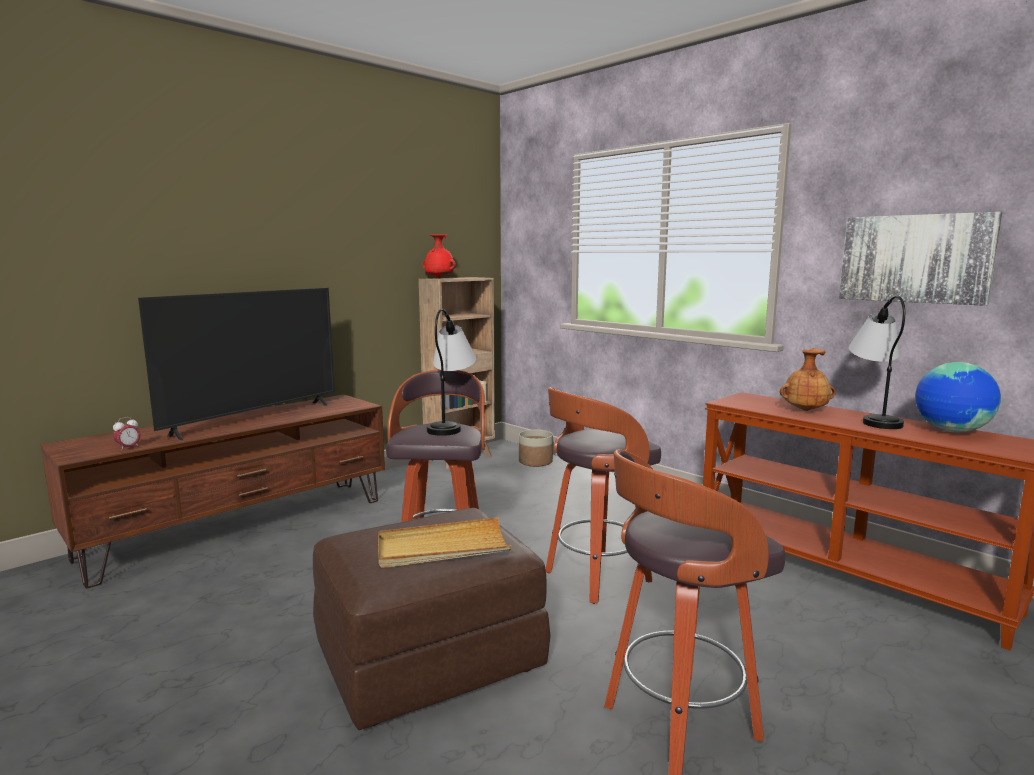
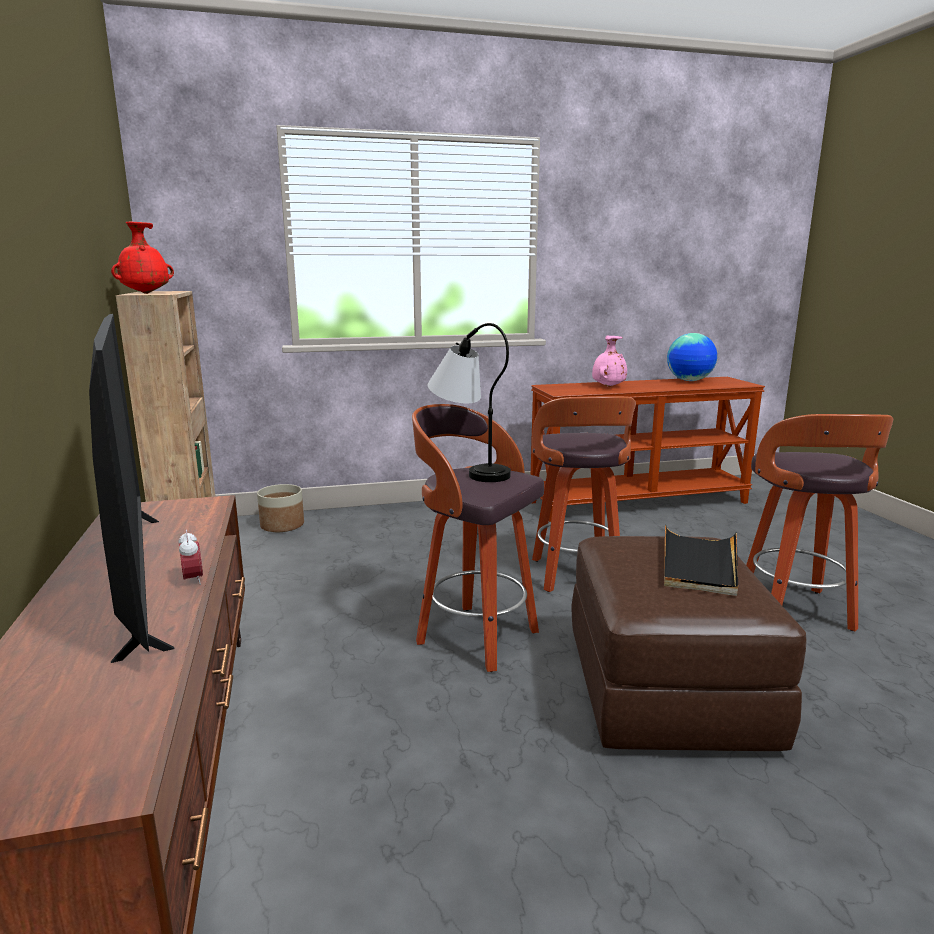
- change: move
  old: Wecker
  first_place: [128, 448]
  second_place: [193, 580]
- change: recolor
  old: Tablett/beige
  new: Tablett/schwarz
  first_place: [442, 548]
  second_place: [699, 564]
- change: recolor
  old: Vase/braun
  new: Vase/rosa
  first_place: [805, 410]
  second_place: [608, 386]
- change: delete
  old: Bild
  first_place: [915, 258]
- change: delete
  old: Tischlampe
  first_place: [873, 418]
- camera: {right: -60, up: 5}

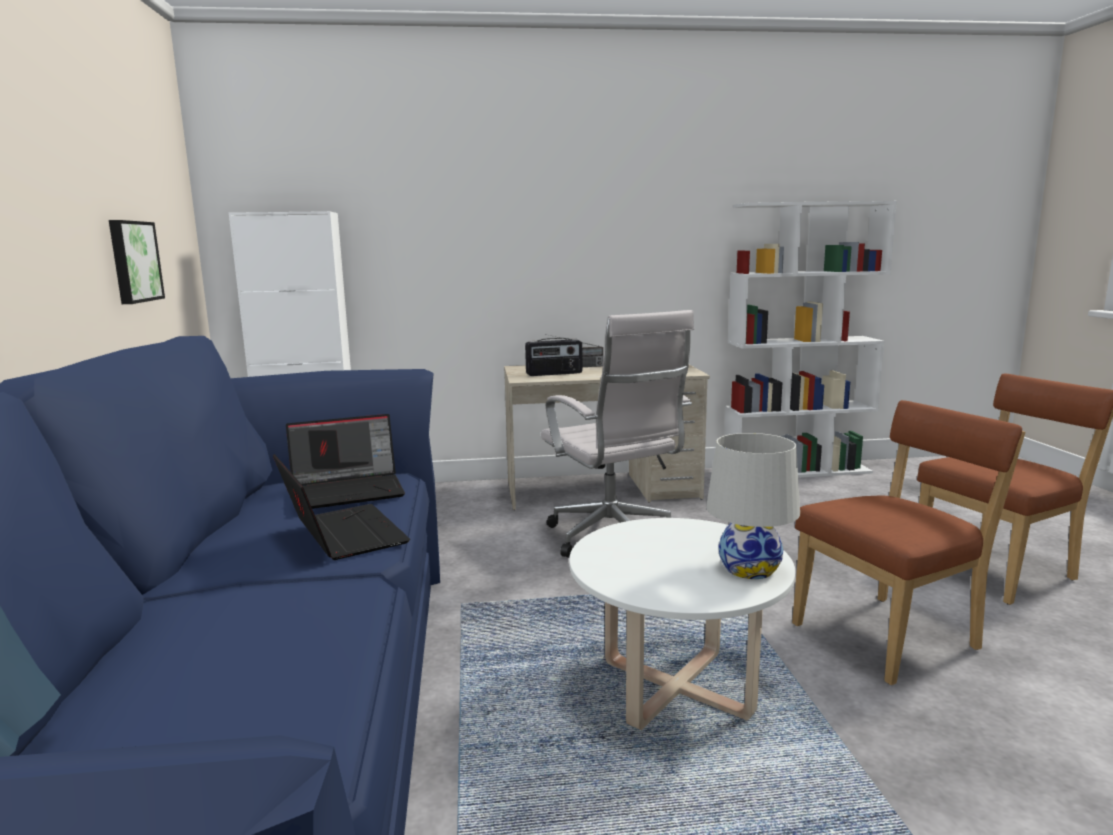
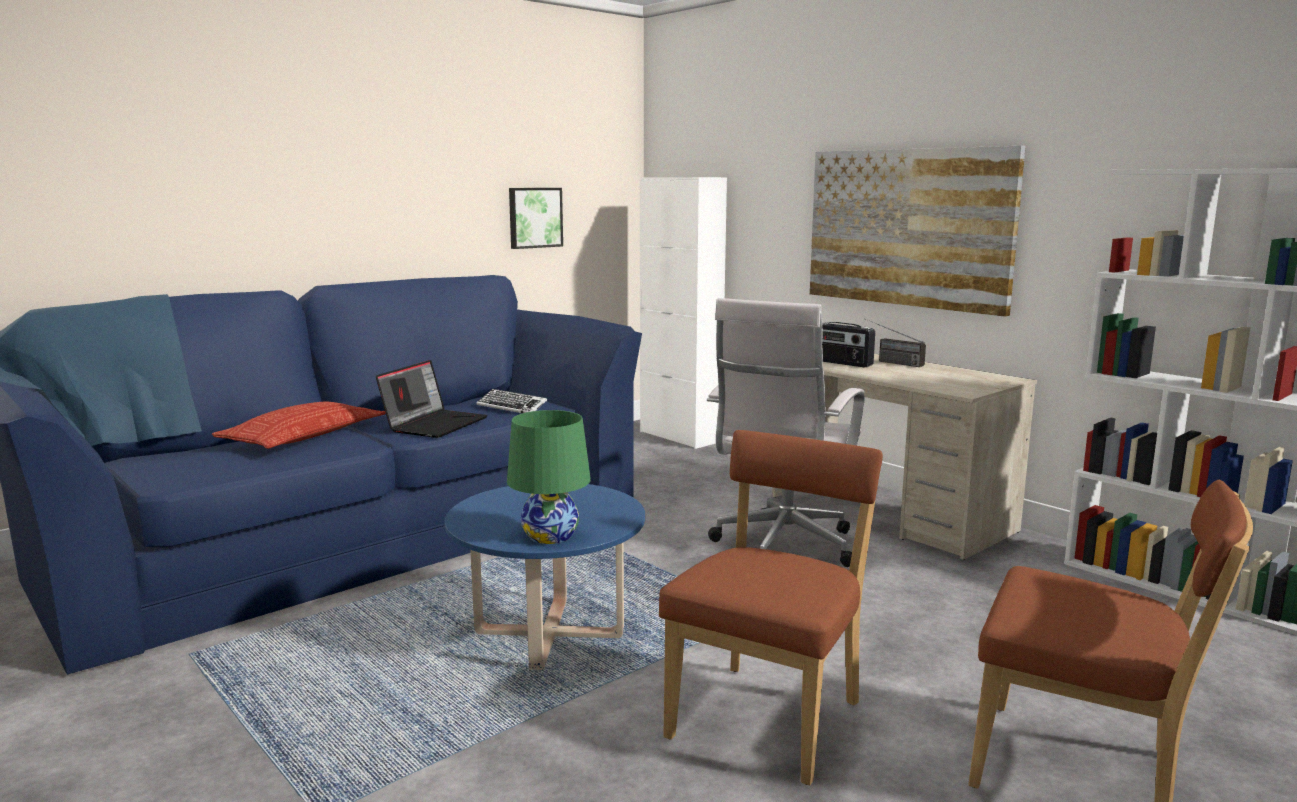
- change: replace
  old: Laptop
  new: Tastatur
  first_place: [349, 491]
  second_place: [512, 407]
- change: recolor
  old: Couchtisch/weiß
  new: Couchtisch/blau
  first_place: [676, 688]
  second_place: [549, 634]
- change: recolor
  old: Tischlampe/weiß
  new: Tischlampe/grün
  first_place: [749, 569]
  second_place: [550, 535]
- change: rotate
  old: Stuhl/braun
  first_place: [891, 635]
  second_place: [770, 716]
  degrees: -90
- change: insert
  new: Kissen
  second_place: [303, 436]
- change: insert
  new: Bild
  second_place: [908, 228]
- camera: {right: 55, up: 0}

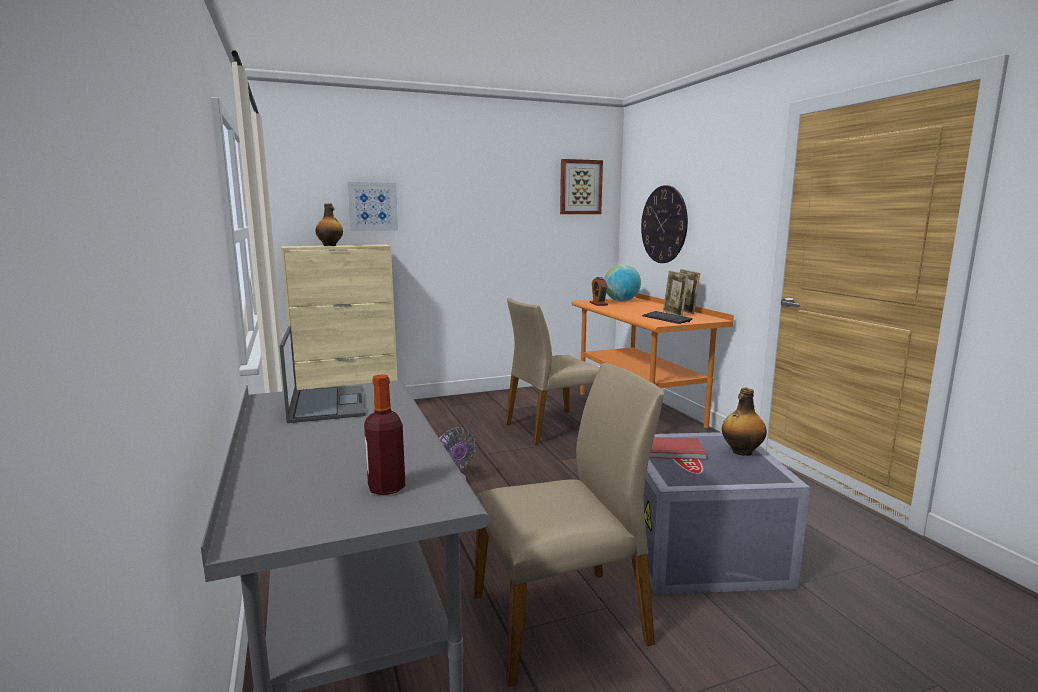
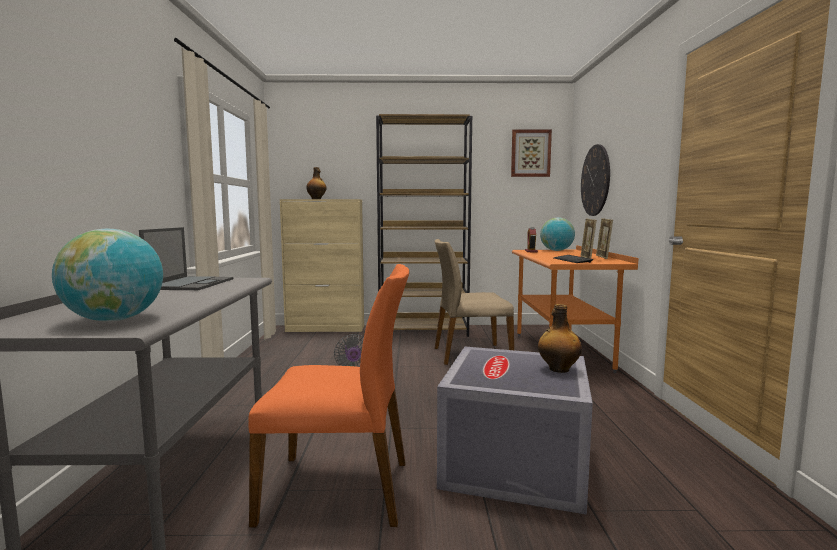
- change: delete
  old: Bild
  first_place: [372, 206]
- change: replace
  old: Flasche
  new: Globus
  first_place: [386, 488]
  second_place: [114, 320]
- change: recolor
  old: Stuhl/beige
  new: Stuhl/orange
  first_place: [562, 619]
  second_place: [339, 490]
- change: delete
  old: Buch/rot
  first_place: [674, 451]
- change: insert
  new: Bücherregal/braun
  second_place: [424, 330]
- camera: {right: 20, up: -5}

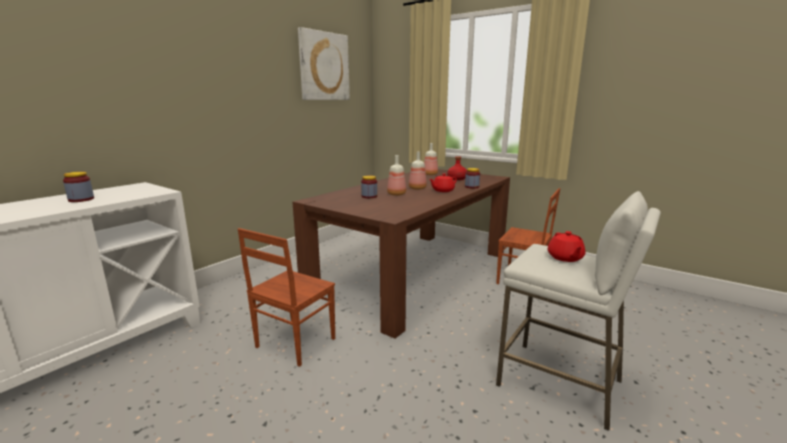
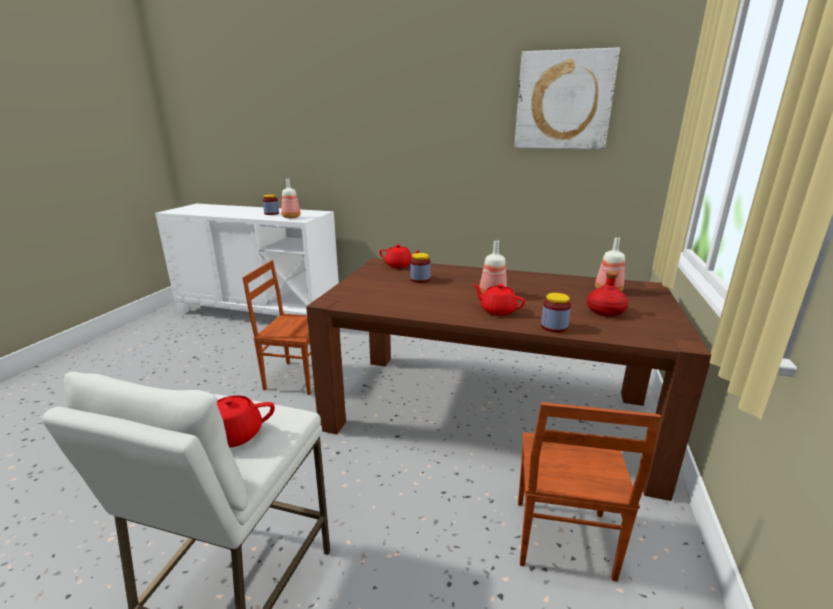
- change: move
  old: Flasche
  first_place: [397, 194]
  second_place: [291, 217]
- change: insert
  new: Teekanne/rot
  second_place: [399, 265]
- camera: {right: 70, up: 5}

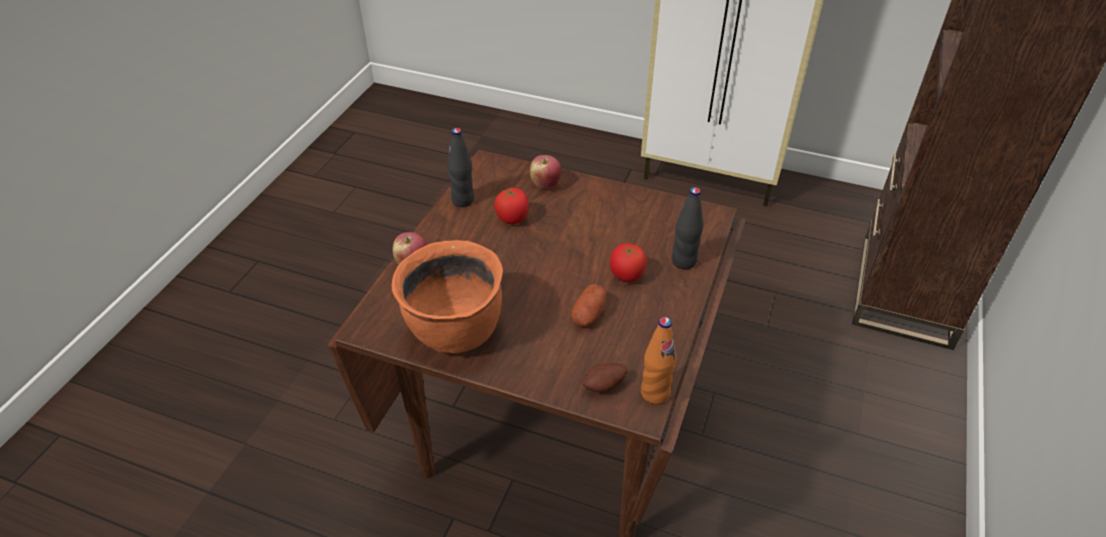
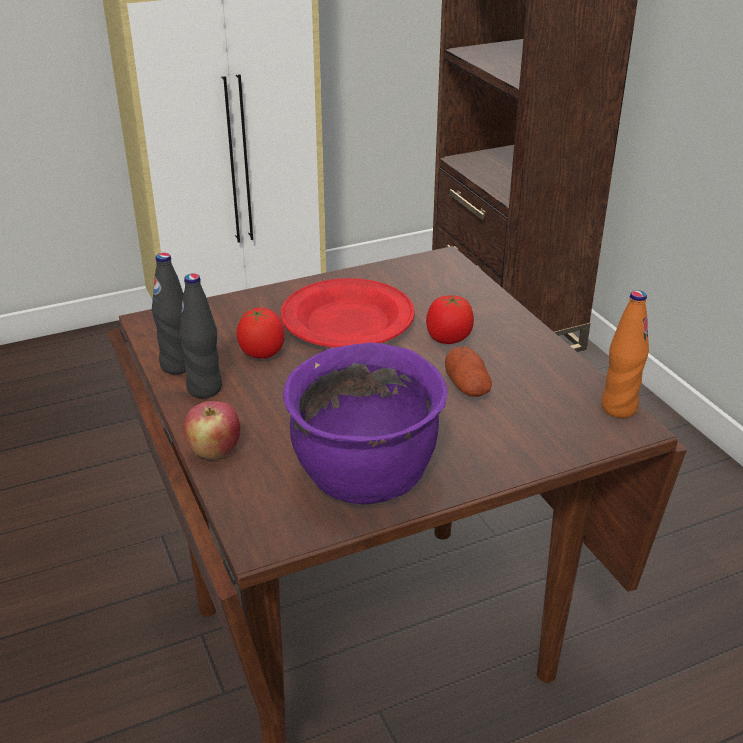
- change: recolor
  old: Kochtopf/orange
  new: Kochtopf/lila
  first_place: [455, 331]
  second_place: [365, 479]
- change: delete
  old: Apfel
  first_place: [545, 184]
- change: delete
  old: Kartoffel
  first_place: [605, 386]
- change: move
  old: Flasche/schwarz
  first_place: [684, 261]
  second_place: [205, 389]
- change: insert
  new: Teller/rot
  second_place: [347, 321]
- camera: {right: -45, up: -10}

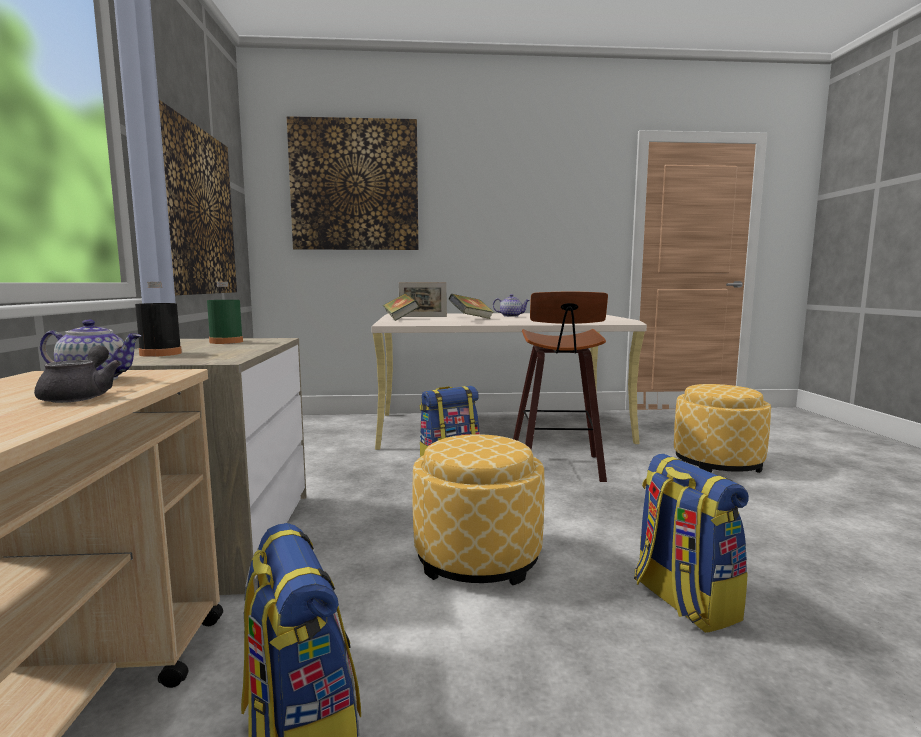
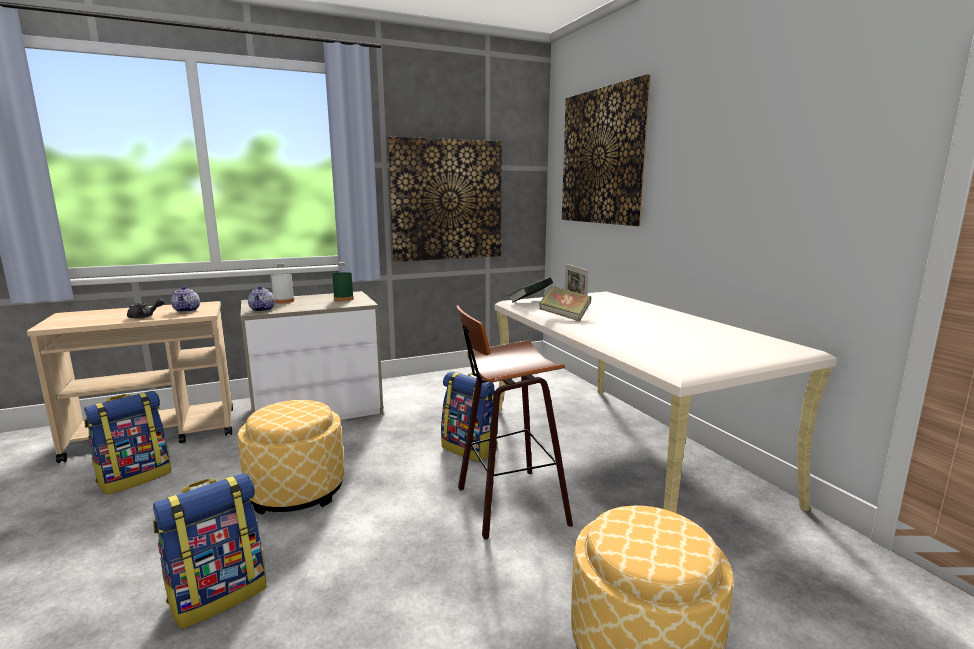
- change: recolor
  old: Flasche/schwarz
  new: Flasche/weiß
  first_place: [160, 354]
  second_place: [284, 301]
- change: move
  old: Teekanne
  first_place: [511, 316]
  second_place: [263, 310]
- camera: {right: 70, up: 5}

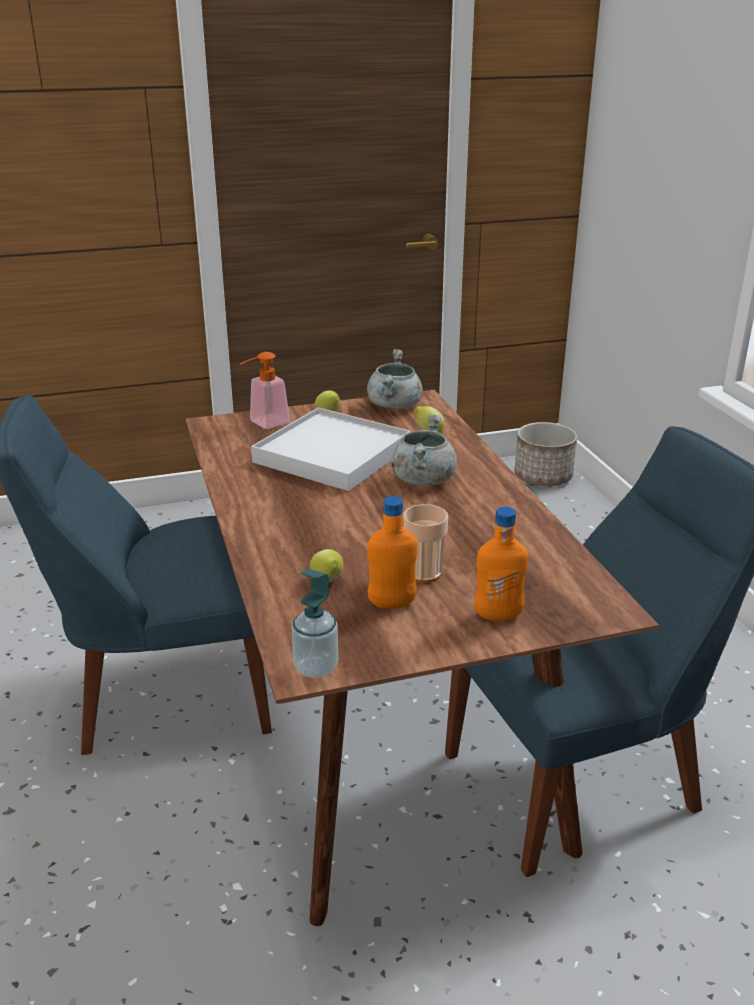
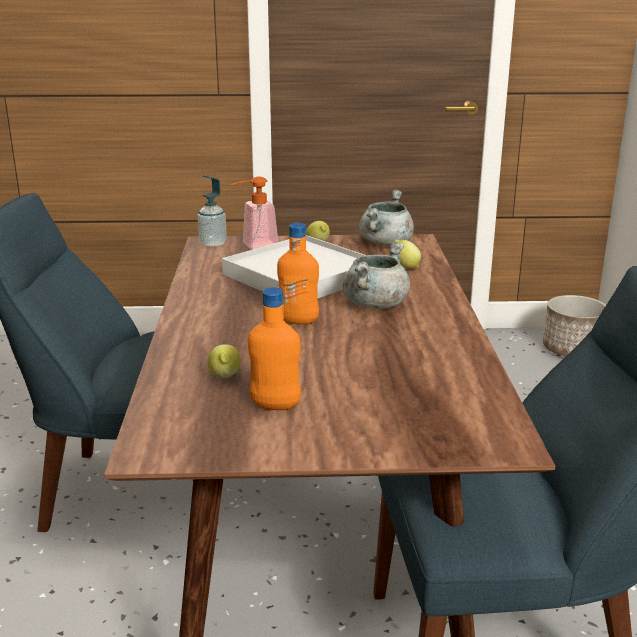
- change: move
  old: Seifenspender
  first_place: [316, 667]
  second_place: [213, 244]
- change: delete
  old: Tasse
  first_place: [424, 573]
- change: move
  old: Flasche/orange
  first_place: [498, 615]
  second_place: [298, 321]
- camera: {right: 15, up: -5}

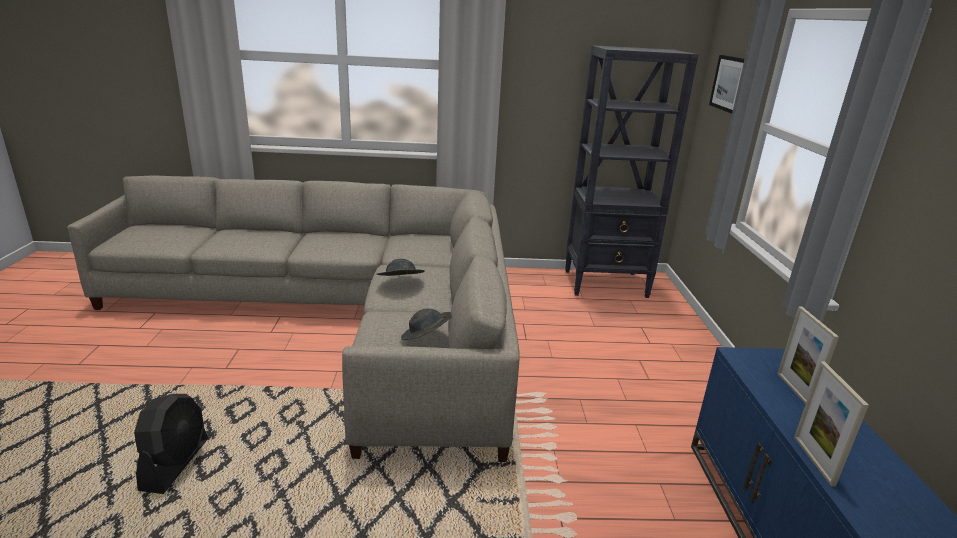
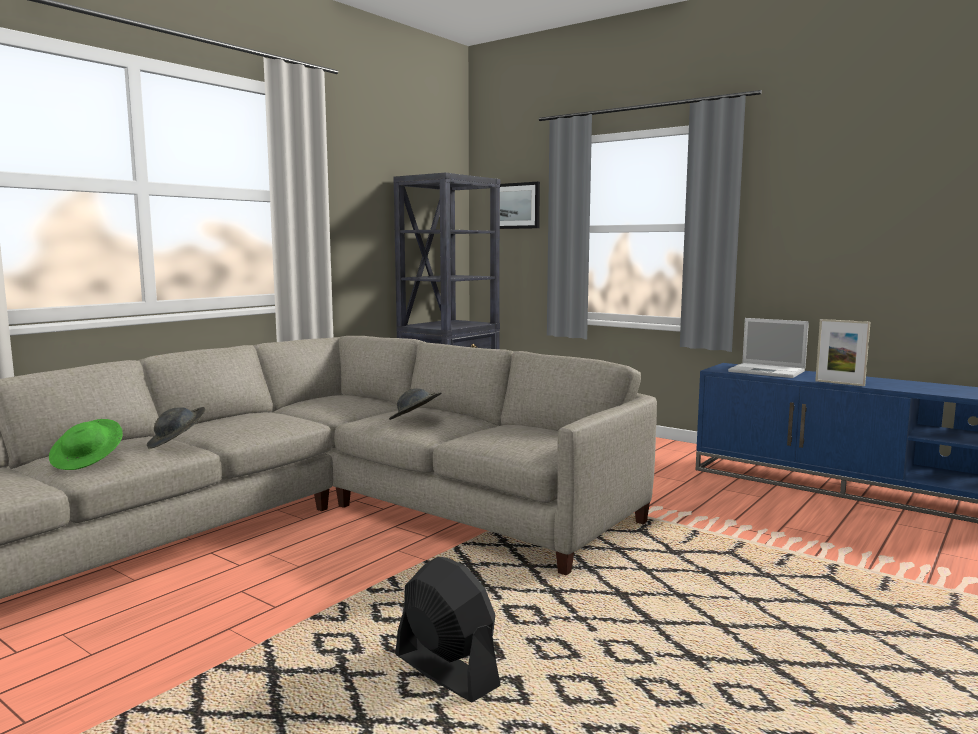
- change: move
  old: Hut/grau
  first_place: [426, 338]
  second_place: [177, 443]
- change: replace
  old: Bilderrahmen
  new: Laptop
  first_place: [794, 390]
  second_place: [768, 371]
- change: insert
  new: Hut/grün
  second_place: [88, 461]
- camera: {right: -50, up: -15}

